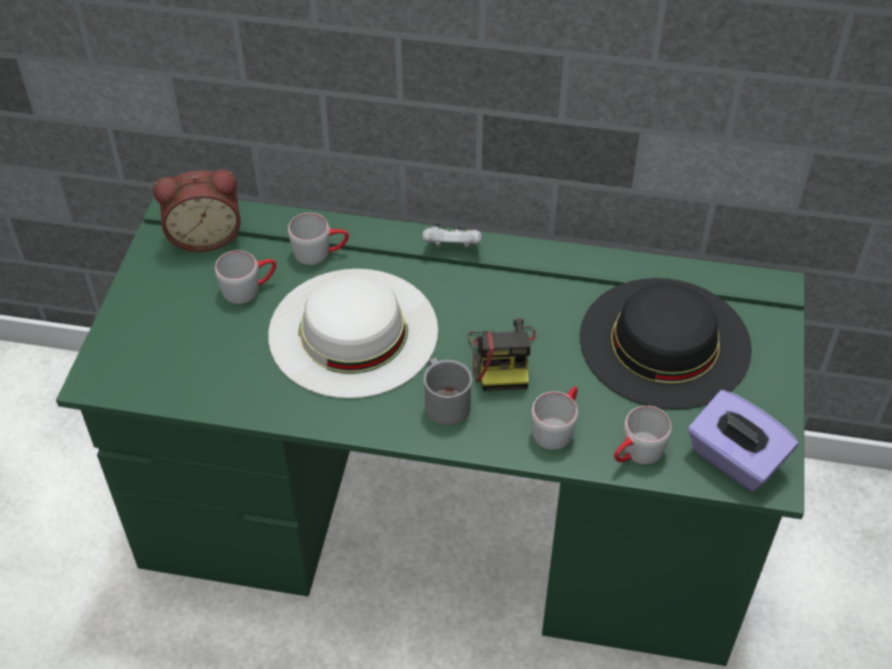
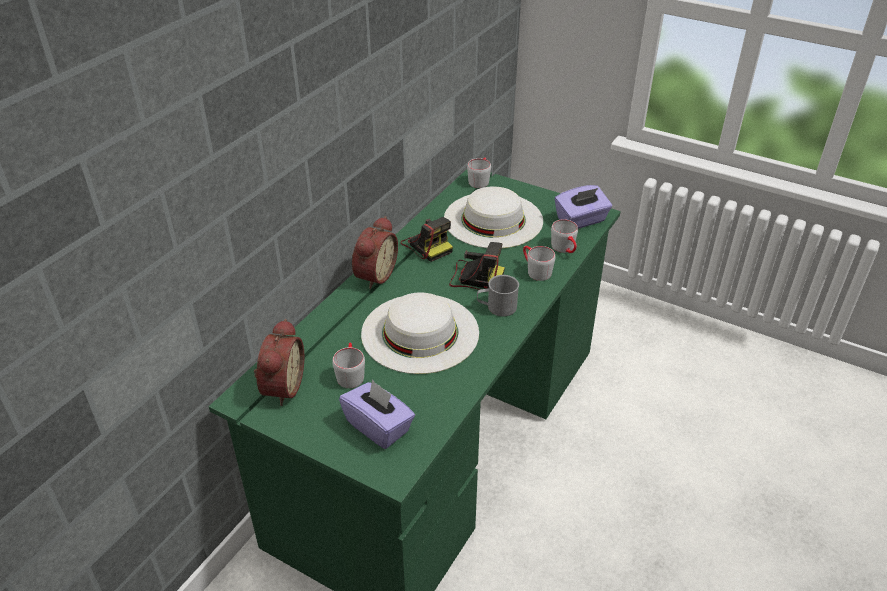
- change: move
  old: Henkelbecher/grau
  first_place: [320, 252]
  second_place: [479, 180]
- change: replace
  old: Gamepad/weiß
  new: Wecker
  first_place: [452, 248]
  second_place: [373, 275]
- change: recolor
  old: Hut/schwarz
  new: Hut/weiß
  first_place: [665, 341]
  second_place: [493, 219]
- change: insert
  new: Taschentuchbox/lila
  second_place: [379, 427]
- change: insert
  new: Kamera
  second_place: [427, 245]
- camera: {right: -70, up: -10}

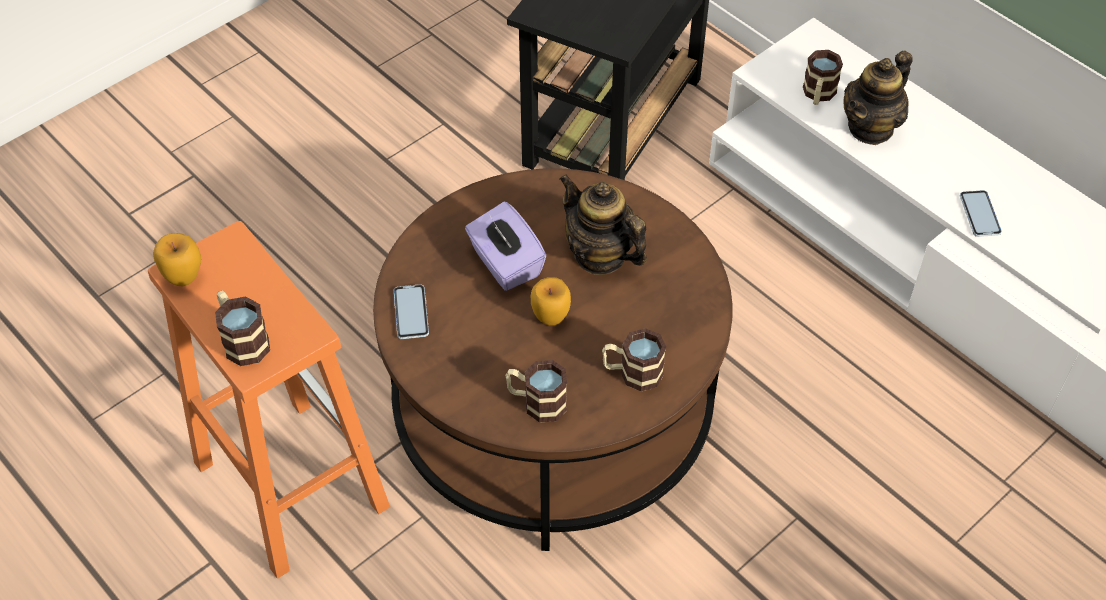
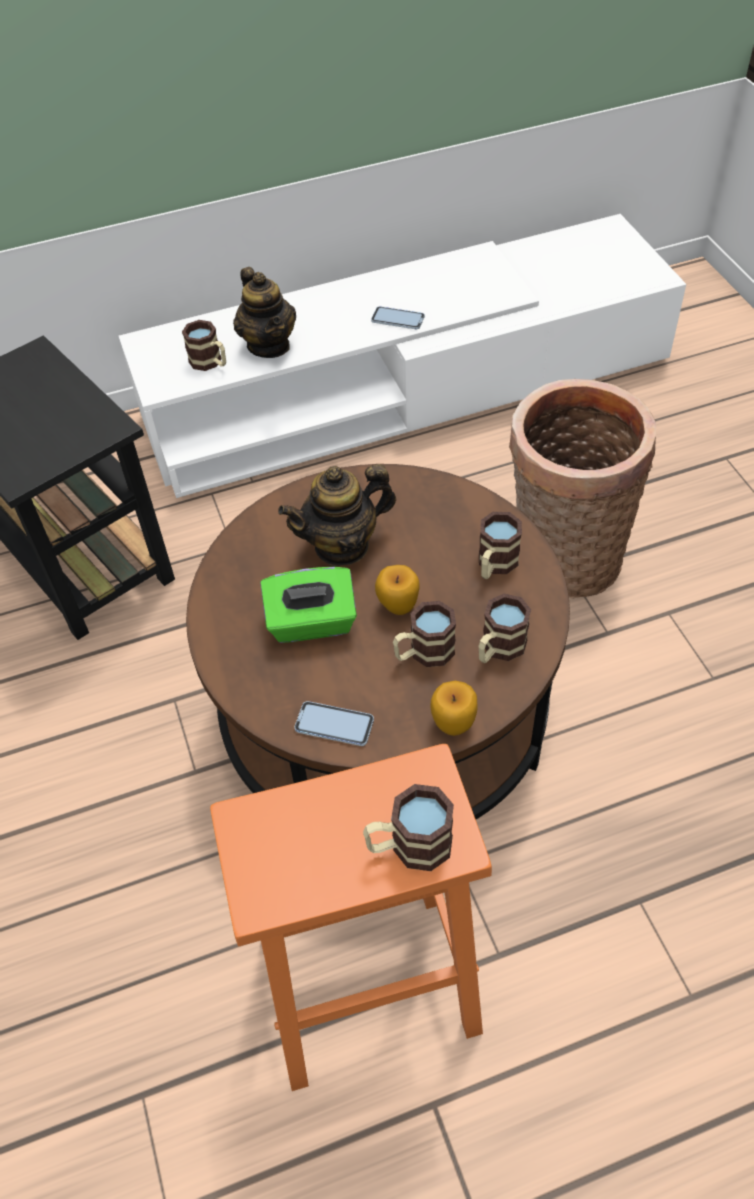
- change: move
  old: Apfel
  first_place: [183, 276]
  second_place: [453, 723]
- change: recolor
  old: Taschentuchbox/lila
  new: Taschentuchbox/grün
  first_place: [505, 264]
  second_place: [312, 623]
- change: insert
  new: Henkelbecher
  second_place: [423, 653]
- change: insert
  new: Korb
  second_place: [563, 557]
- camera: {right: -65, up: 0}

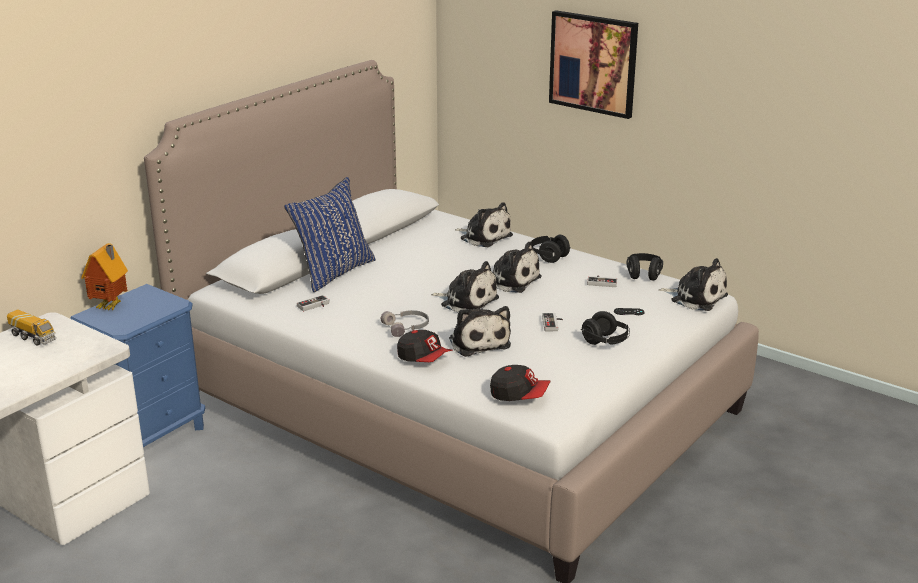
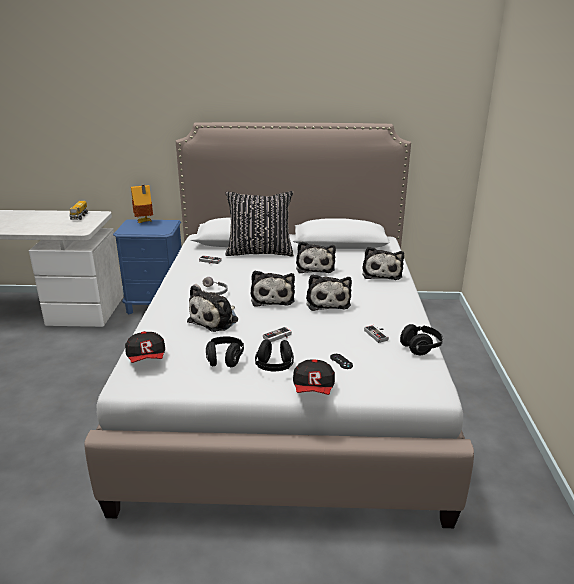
- change: recolor
  old: Kissen/blau
  new: Kissen/schwarz
  first_place: [333, 272]
  second_place: [260, 252]
- change: move
  old: Kappe
  first_place: [424, 359]
  second_place: [314, 389]
- change: move
  old: Kopfhörer/schwarz
  first_place: [548, 257]
  second_place: [225, 360]
- change: delete
  old: Bild
  first_place: [593, 63]
- change: move
  old: Plüschtier
  first_place: [696, 297]
  second_place: [315, 267]
- camera: {right: 55, up: 0}

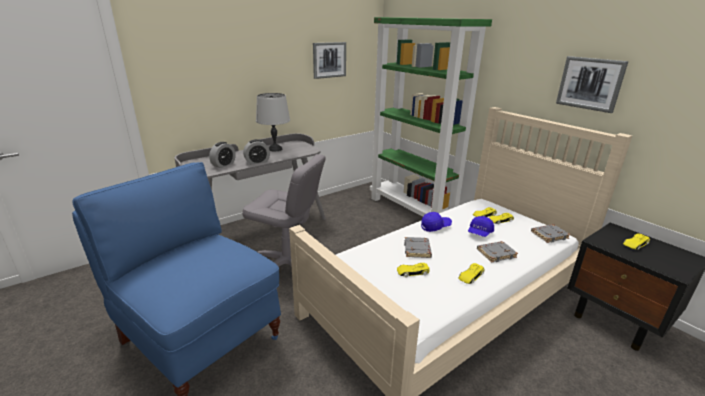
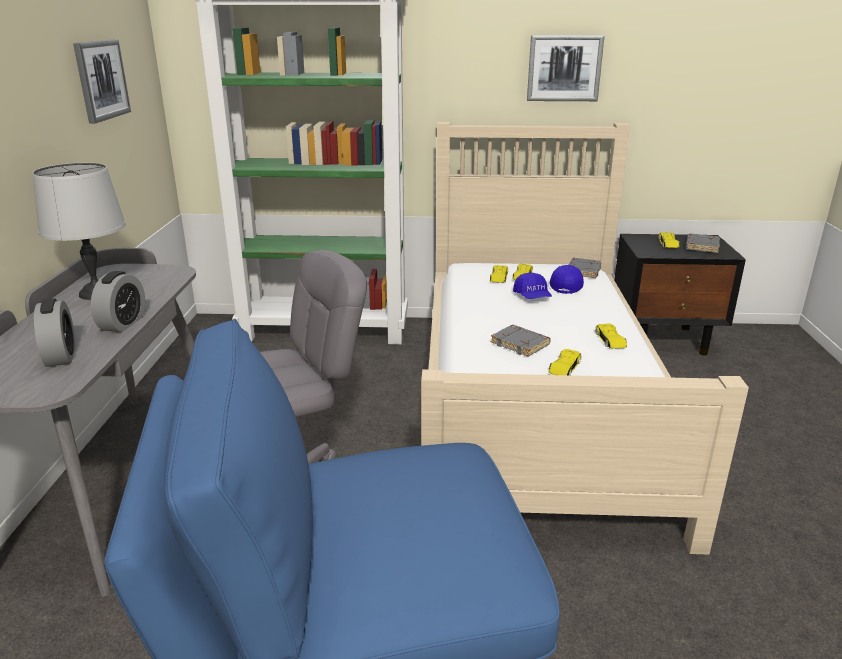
- change: move
  old: Kappe/blau
  first_place: [435, 226]
  second_place: [566, 286]
- change: move
  old: Buch/grau
  first_place: [496, 253]
  second_place: [701, 246]
- camera: {right: -50, up: 0}

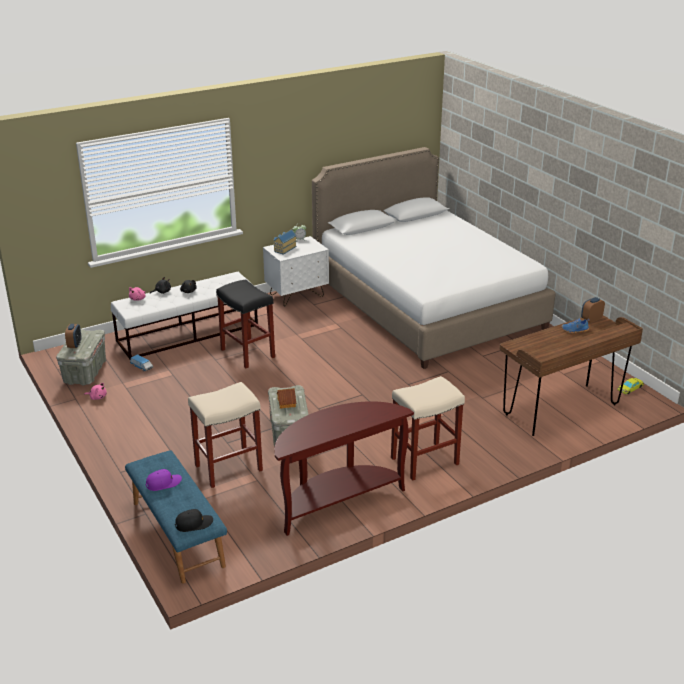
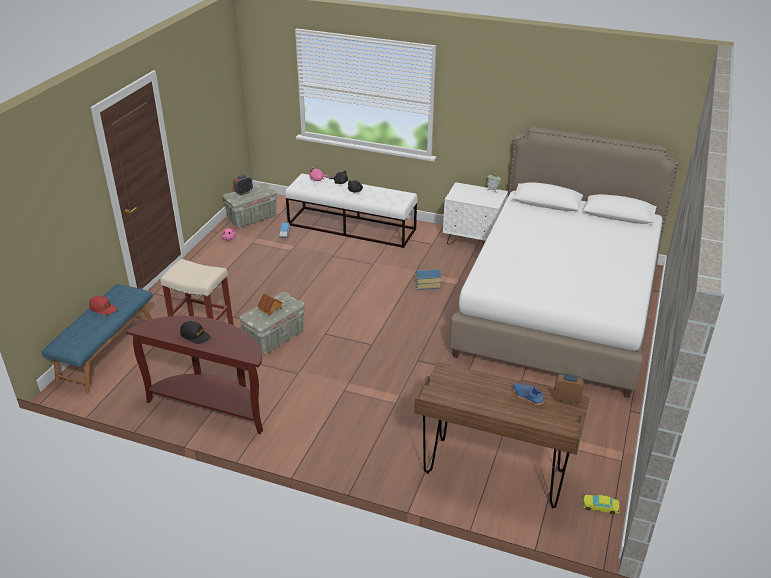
- change: recolor
  old: Kappe/lila
  new: Kappe/rot
  first_place: [163, 483]
  second_place: [103, 308]
- change: move
  old: Kappe/schwarz
  first_place: [194, 524]
  second_place: [195, 335]
- change: delete
  old: Hocker/schwarz
  first_place: [247, 353]
- change: move
  old: Spielzeughaus
  first_place: [284, 249]
  second_place: [427, 284]
- change: delete
  old: Hocker/beige
  first_place: [424, 461]
- camera: {right: 50, up: 5}

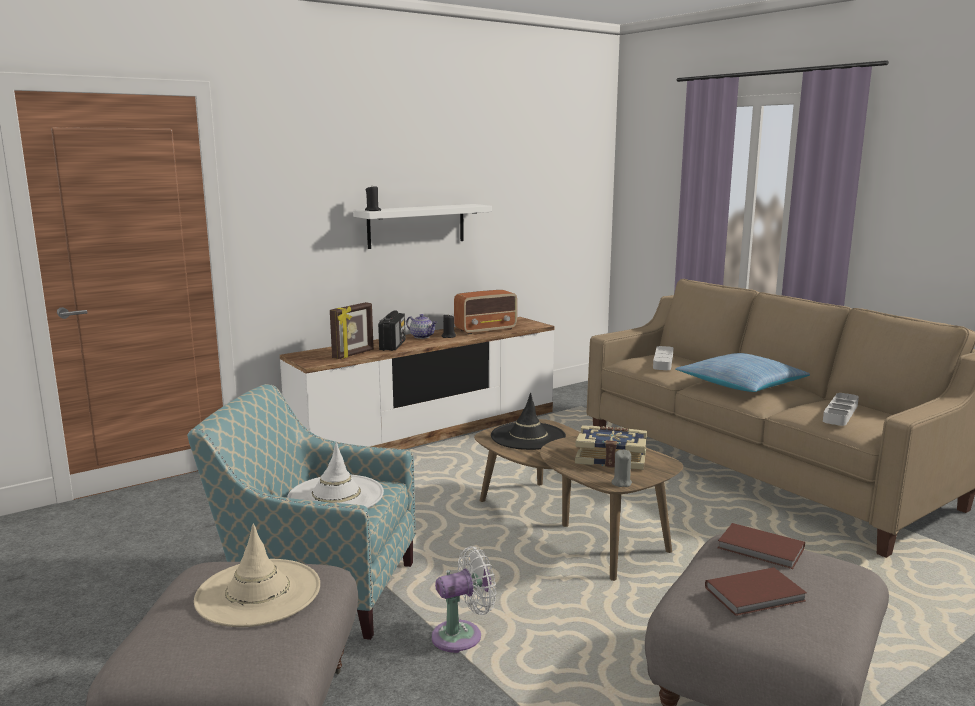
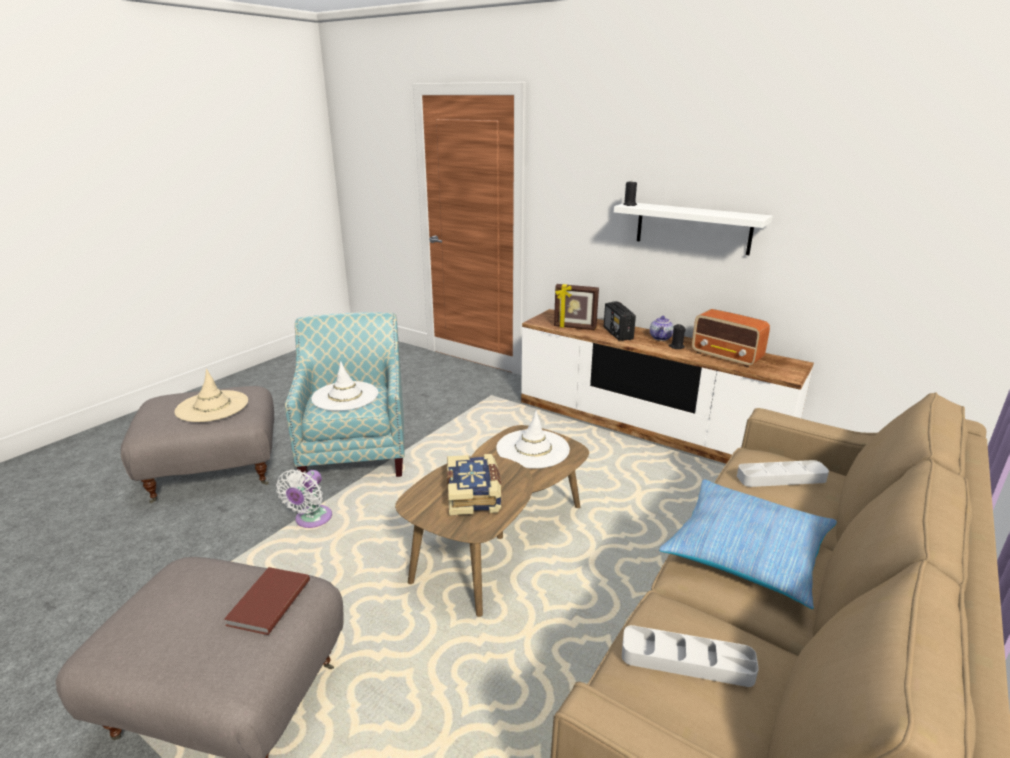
- change: rotate
  old: Radio
  first_place: [392, 345]
  second_place: [618, 334]
  degrees: 90
- change: rotate
  old: Ventilator/weiß
  first_place: [462, 635]
  second_place: [311, 520]
  degrees: 60
- change: recolor
  old: Hut/schwarz
  new: Hut/weiß
  first_place: [528, 436]
  second_place: [532, 449]
- change: delete
  old: Kerze/grau
  first_place: [621, 483]
- change: delete
  old: Buch/braun
  first_place: [757, 595]
- camera: {right: 70, up: 10}

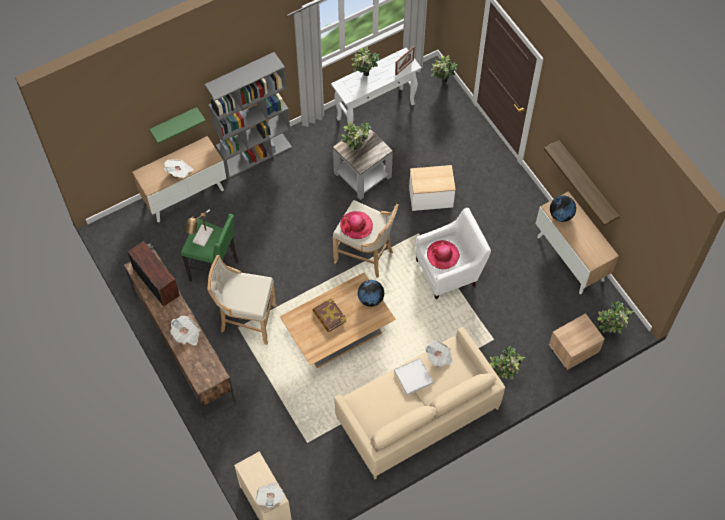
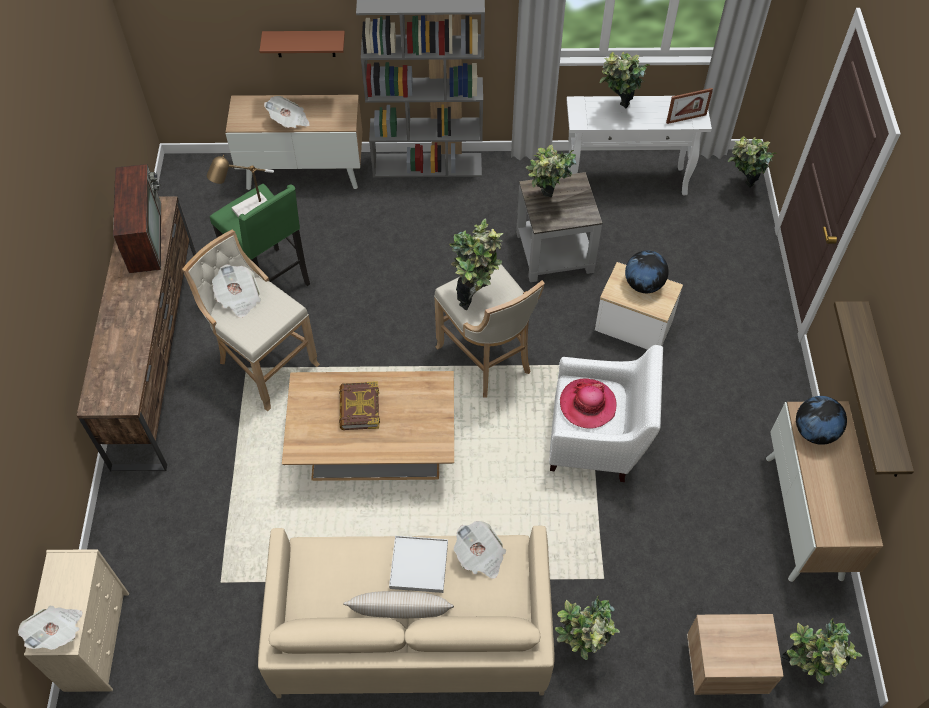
- change: recolor
  old: Wandregal/grün
  new: Wandregal/braun
  first_place: [174, 123]
  second_place: [305, 43]
- change: move
  old: Zeitung
  first_place: [186, 334]
  second_place: [239, 298]
- change: replace
  old: Hut
  new: Topfpflanze
  first_place: [356, 226]
  second_place: [475, 295]
- change: move
  old: Globus
  first_place: [370, 299]
  second_place: [643, 284]
- change: insert
  new: Kissen/beige
  second_place: [401, 613]
- camera: {right: 30, up: -5}

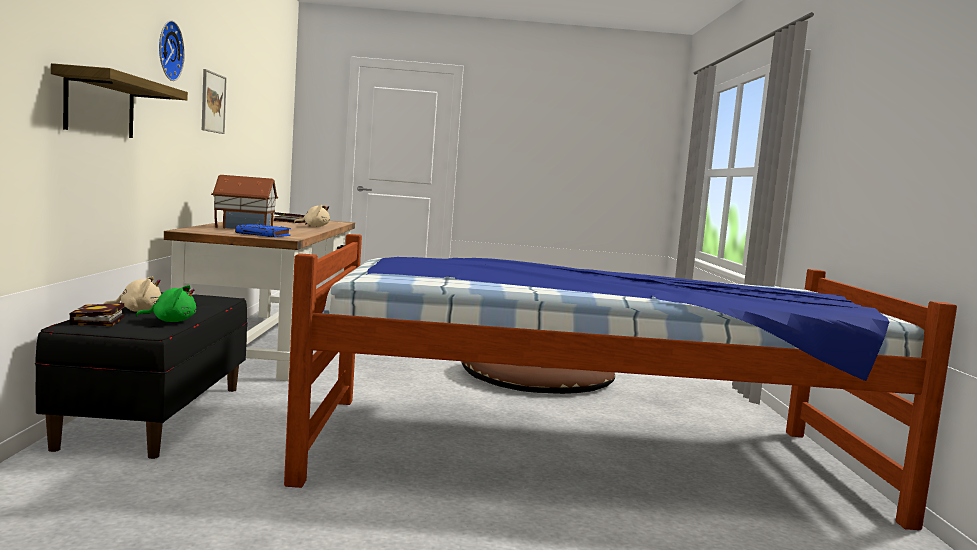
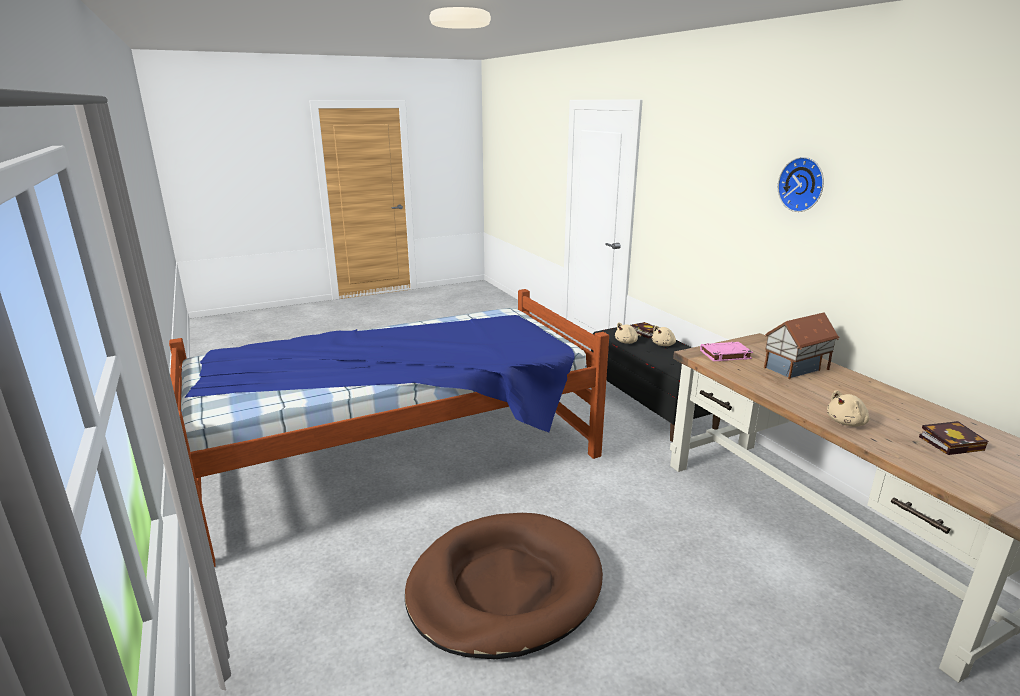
- change: delete
  old: Wandregal
  first_place: [100, 105]
- change: recolor
  old: Plüschtier/grün
  new: Plüschtier/beige
  first_place: [171, 321]
  second_place: [627, 342]
- change: delete
  old: Bild
  first_place: [213, 102]
- change: recolor
  old: Buch/blau
  new: Buch/rosa
  first_place: [263, 234]
  second_place: [725, 355]
- camera: {right: 155, up: 15}

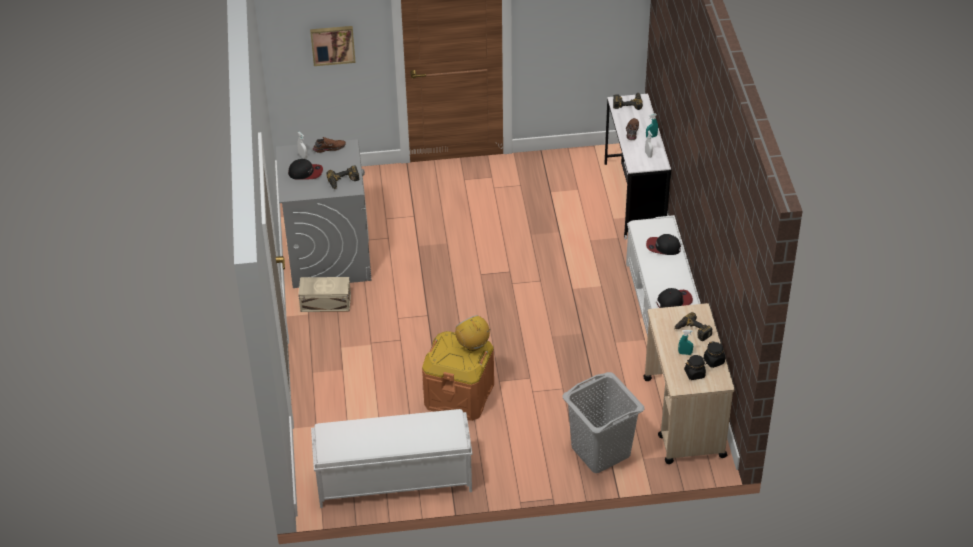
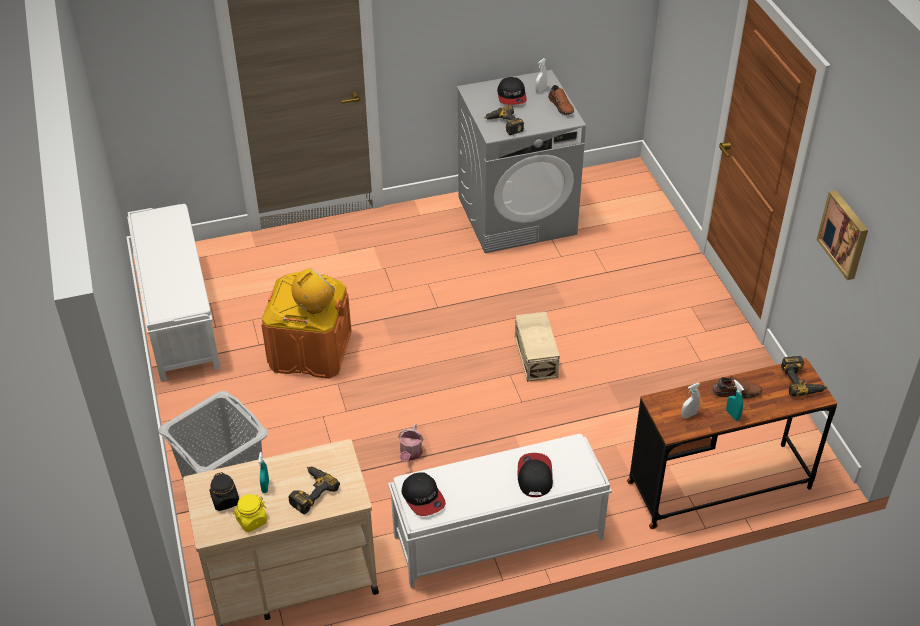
- change: move
  old: Aufbewahrungsbox/beige
  first_place: [325, 302]
  second_place: [536, 356]
- change: move
  old: Bild
  first_place: [332, 44]
  second_place: [845, 234]
- change: recolor
  old: Schreibtisch/weiß
  new: Schreibtisch/braun
  first_place: [634, 199]
  second_place: [719, 485]
- change: recolor
  old: Vorratsglas/schwarz
  new: Vorratsglas/gelb
  first_place: [714, 361]
  second_place: [251, 521]
- change: insert
  new: Gießkanne
  second_place: [410, 454]
- camera: {right: 80, up: 0}

